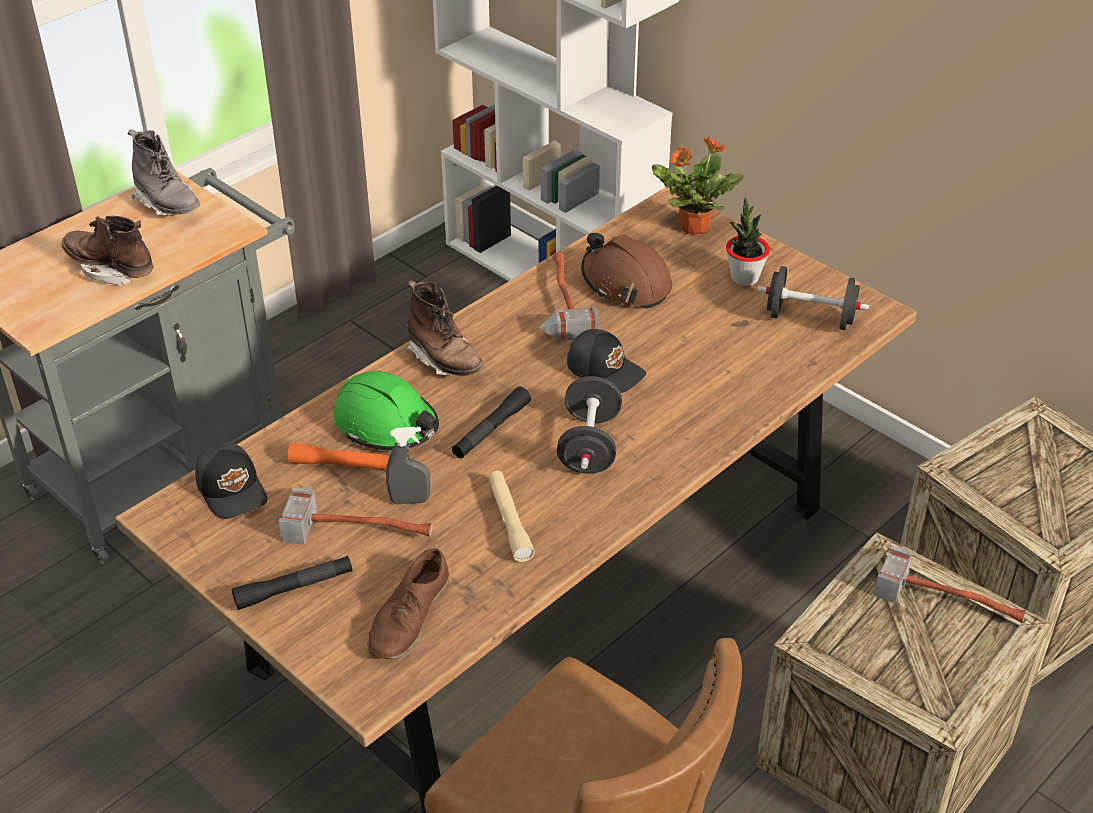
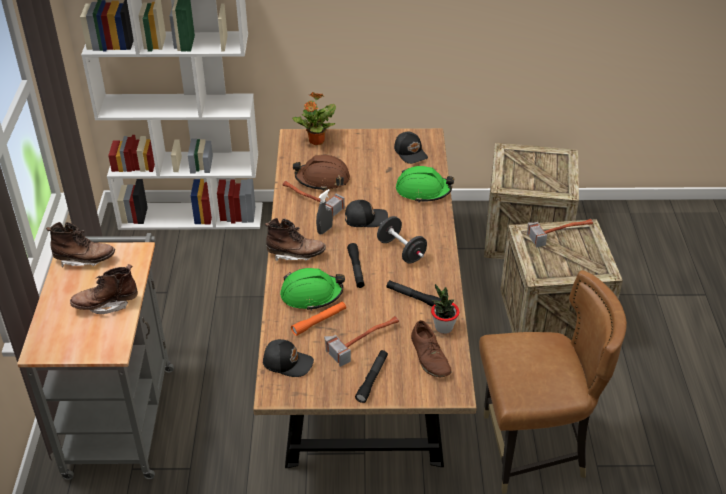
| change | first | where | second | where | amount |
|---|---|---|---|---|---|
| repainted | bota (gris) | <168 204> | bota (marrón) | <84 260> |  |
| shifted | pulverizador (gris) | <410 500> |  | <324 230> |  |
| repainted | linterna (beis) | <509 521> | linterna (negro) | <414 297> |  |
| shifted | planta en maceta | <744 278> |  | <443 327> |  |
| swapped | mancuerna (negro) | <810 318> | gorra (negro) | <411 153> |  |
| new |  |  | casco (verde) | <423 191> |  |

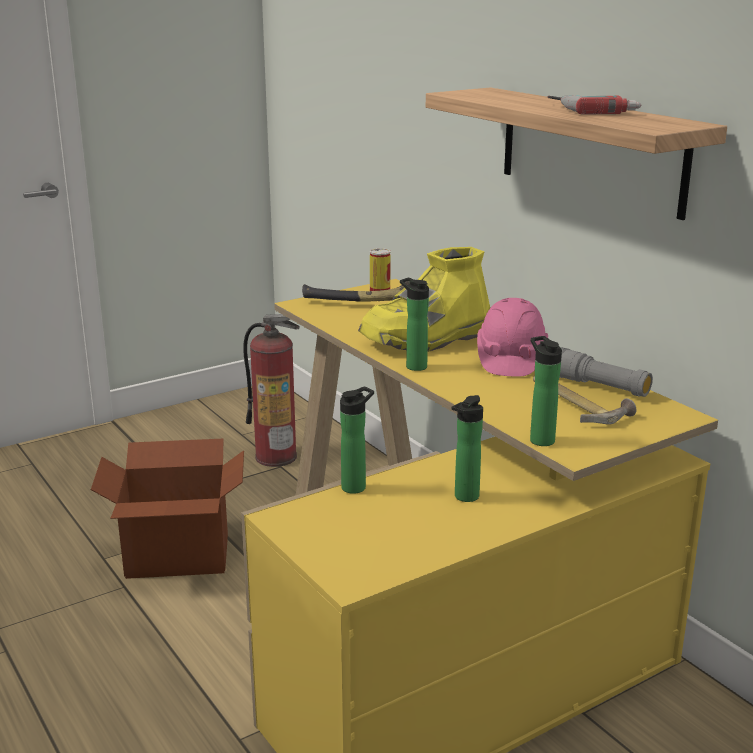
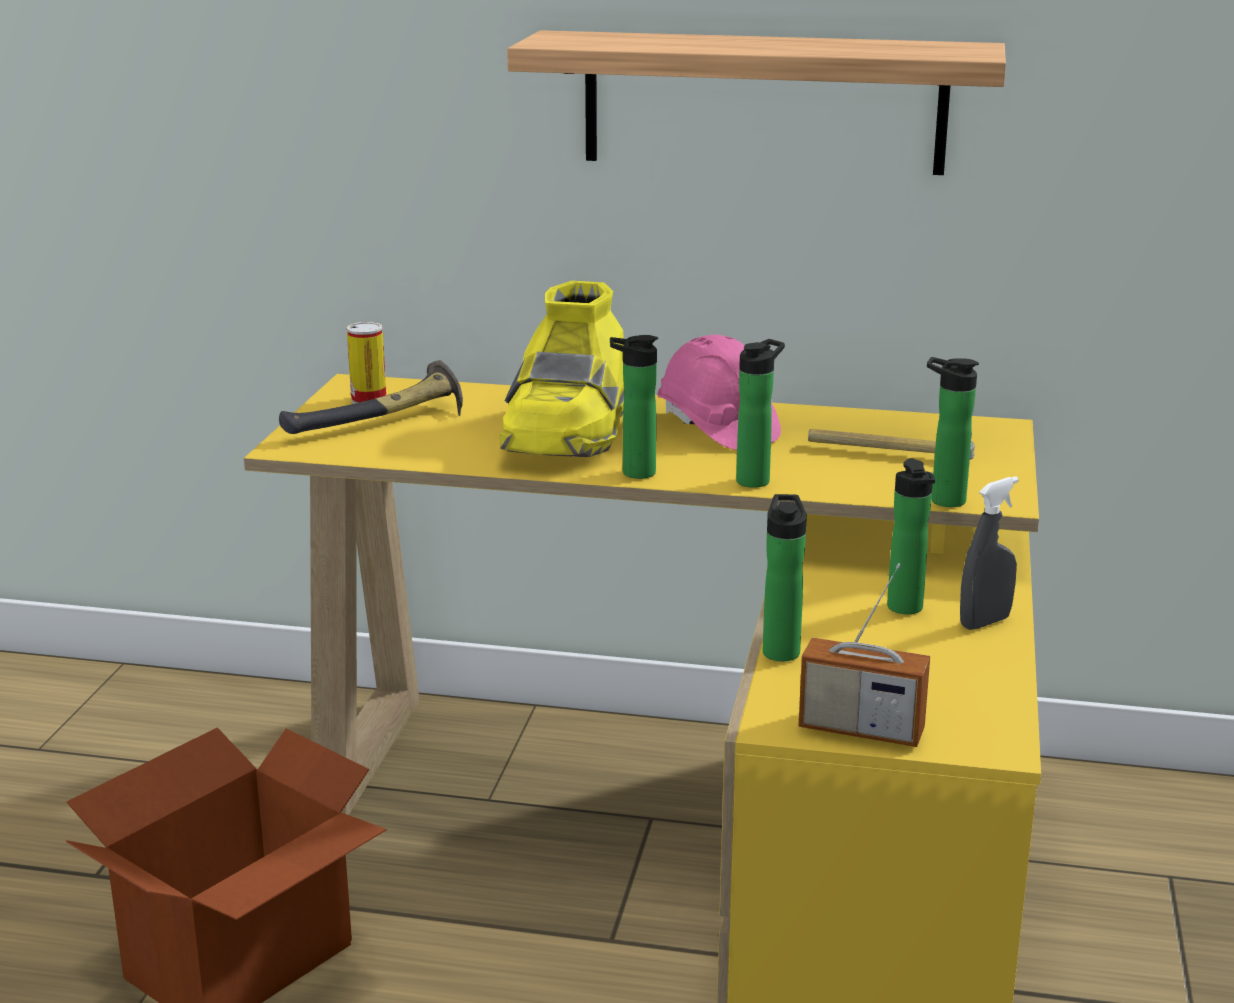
| change | first | where | second | where | amount |
|---|---|---|---|---|---|
| gone | extintor | <276 456> |  |  |  |
| gone | taladro | <592 109> |  |  |  |
| gone | linterna (gris) | <596 386> |  |  |  |
| new |  |  | botella | <756 480> |  |
| new |  |  | radio | <861 730> |  |
| new |  |  | pulverizador (gris) | <985 622> |  |

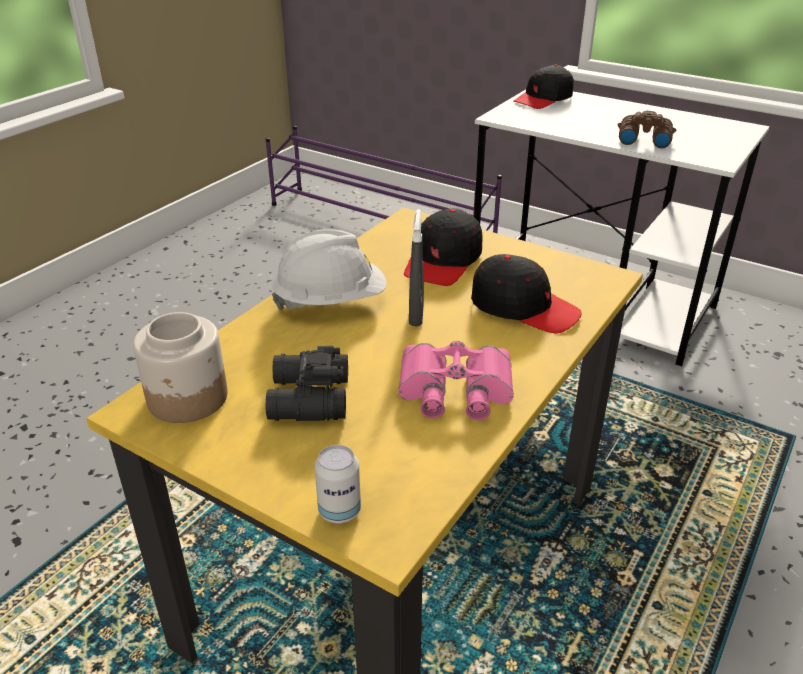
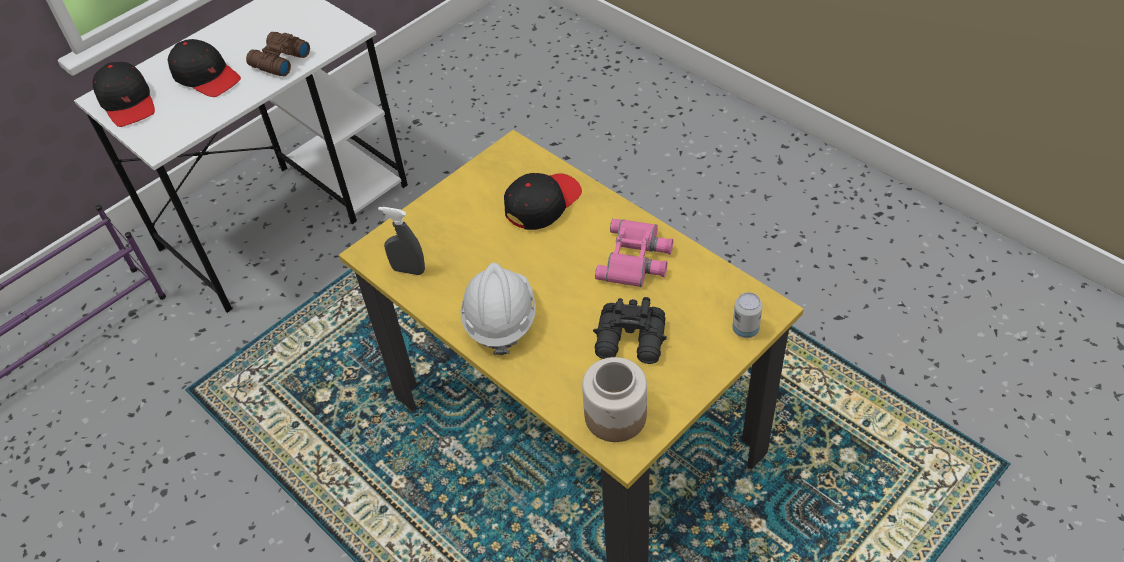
| change | first | where | second | where | amount |
|---|---|---|---|---|---|
| shifted | gorra (negro) | <443 261> |  | <206 76> |  |
| shifted | pulverizador (gris) | <416 316> |  | <408 270> |  |

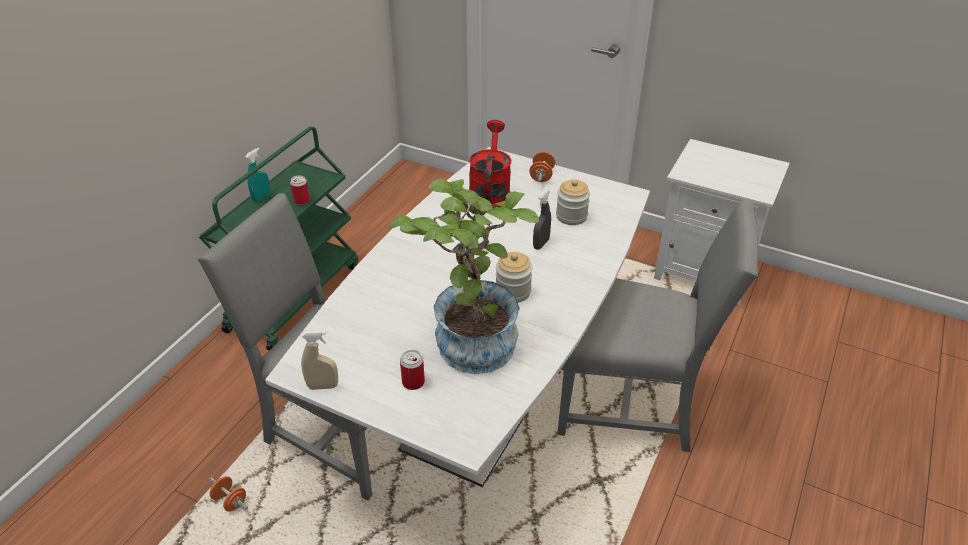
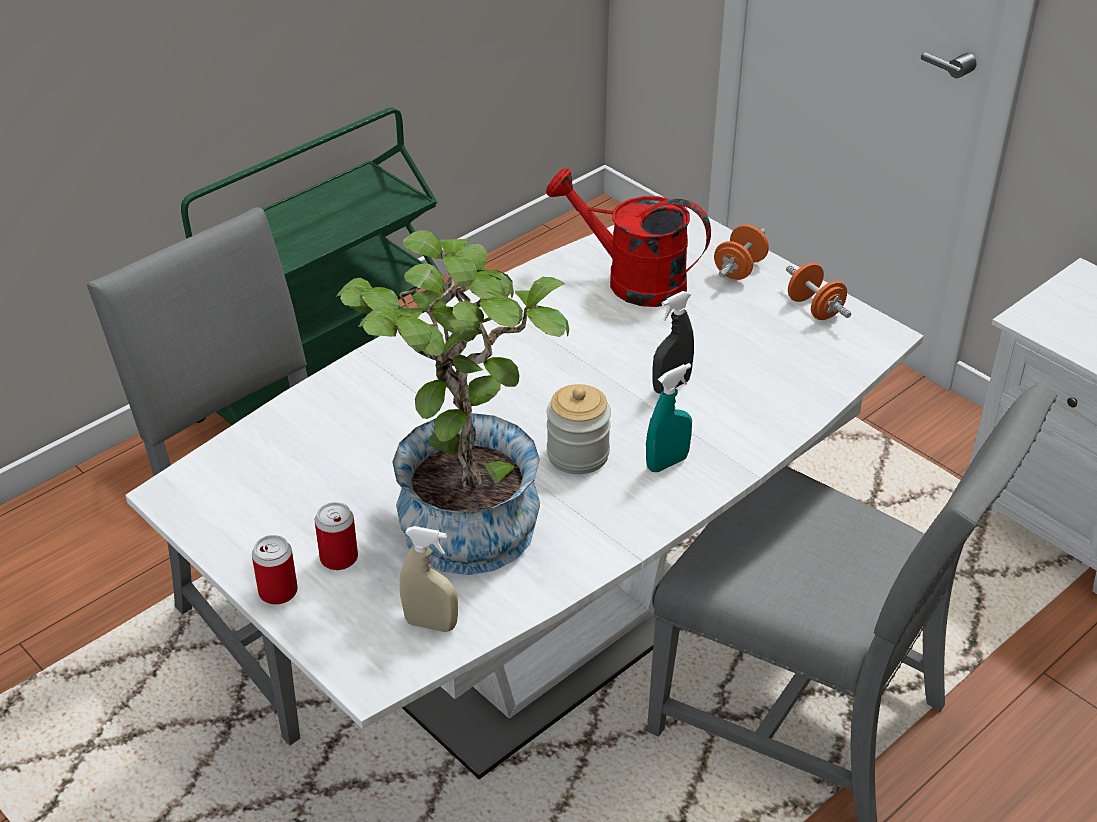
| change | first | where | second | where | amount |
|---|---|---|---|---|---|
| shifted | mancuerna (naranja) | <230 501> |  | <814 309> |  |
| shifted | pulverizador (turquesa) | <261 197> |  | <667 463> |  |
| shifted | lata | <301 201> |  | <278 591> |  |
| shifted | pulverizador (beis) | <323 386> |  | <430 624> |  |
| rotated | regadera (rojo) | <490 193> |  | <632 280> | 90 degrees counterclockwise |
| gone | tarro | <571 216> |  |  |  |

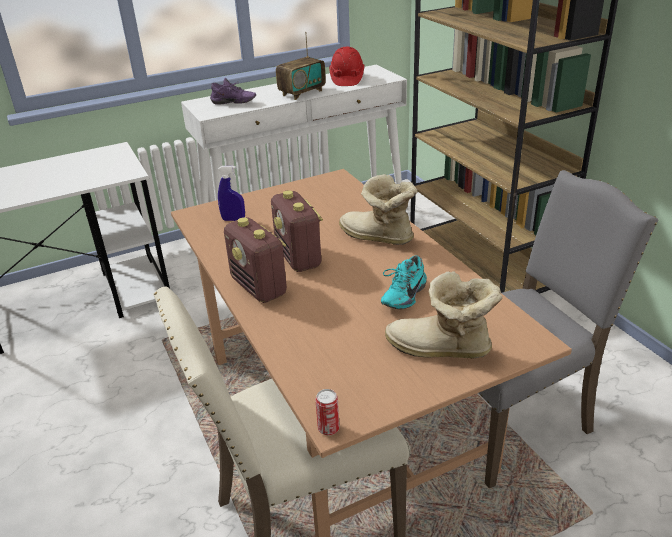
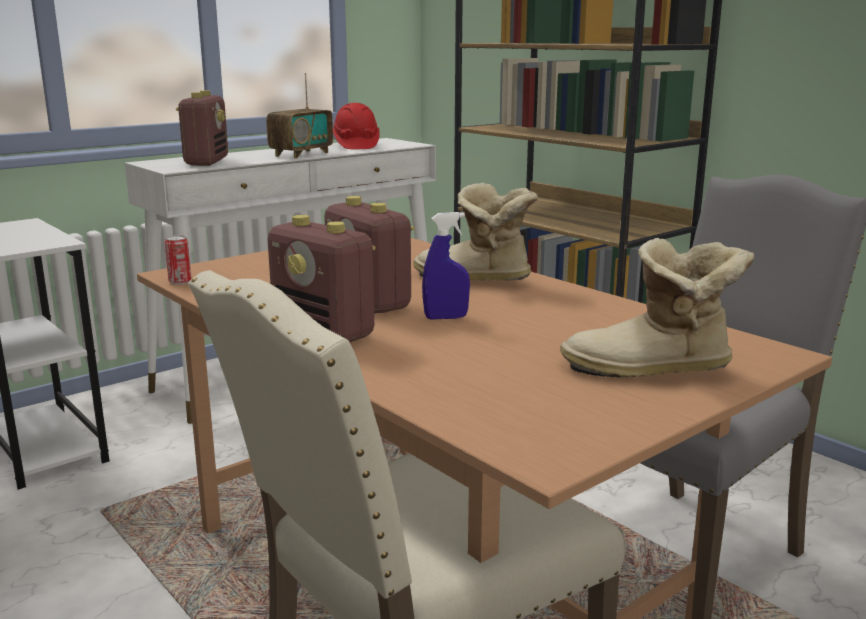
| change | first | where | second | where | amount |
|---|---|---|---|---|---|
| swapped | zapato (morado) | <233 103> | radio | <206 162> |  |
| shifted | pulverizador (azul) | <233 219> |  | <446 317> |  |
| shifted | lata | <328 428> |  | <180 282> |  |
| gone | zapato (turquesa) | <402 296> |  |  |  |

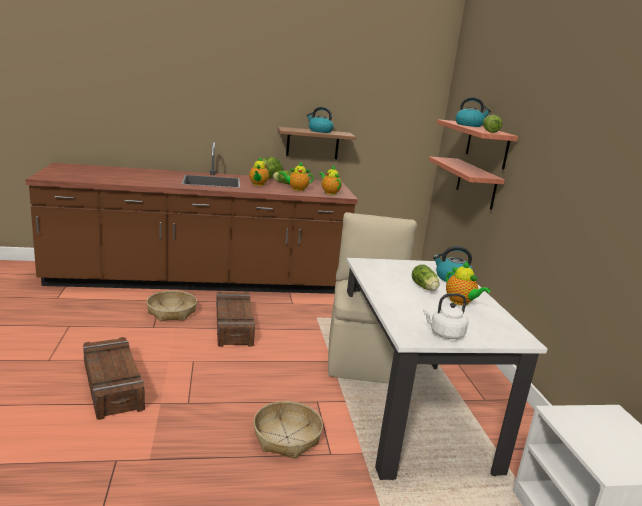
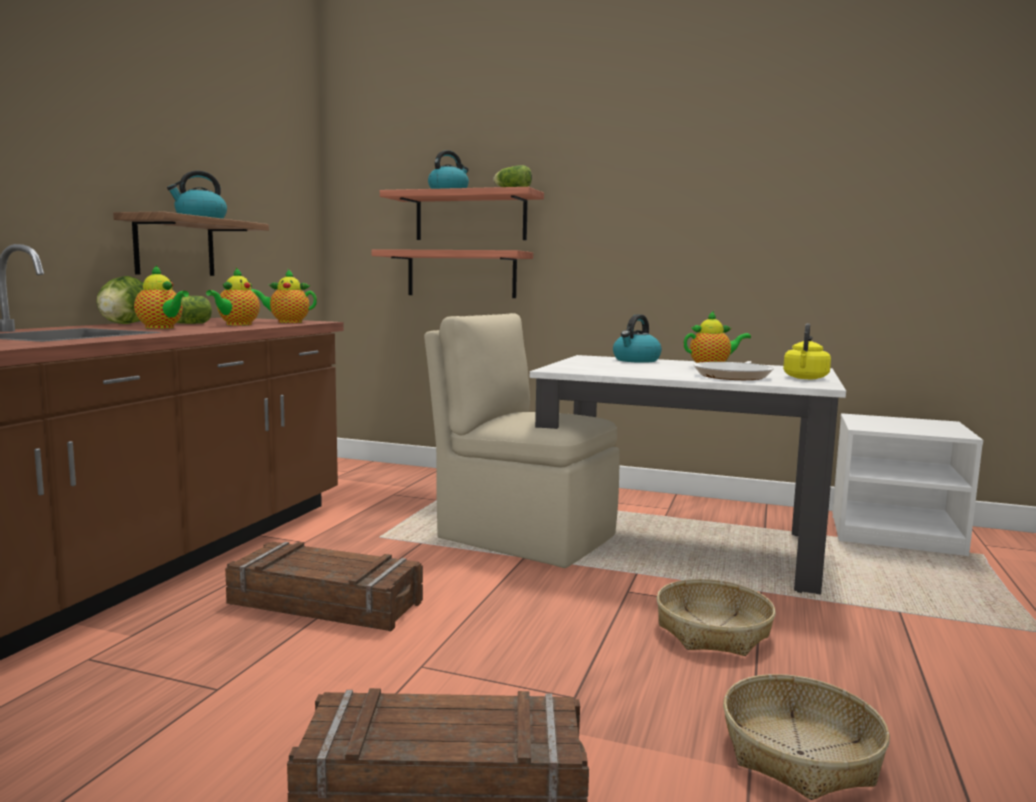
| change | first | where | second | where | amount |
|---|---|---|---|---|---|
| shifted | cesta | <172 312> |  | <800 753> |  |
| gone | lechuga | <425 288> |  |  |  |
| repainted | hervidor (blanco) | <445 334> | hervidor (amarillo) | <805 378> |  |
| new |  |  | sartén | <734 376> |  |

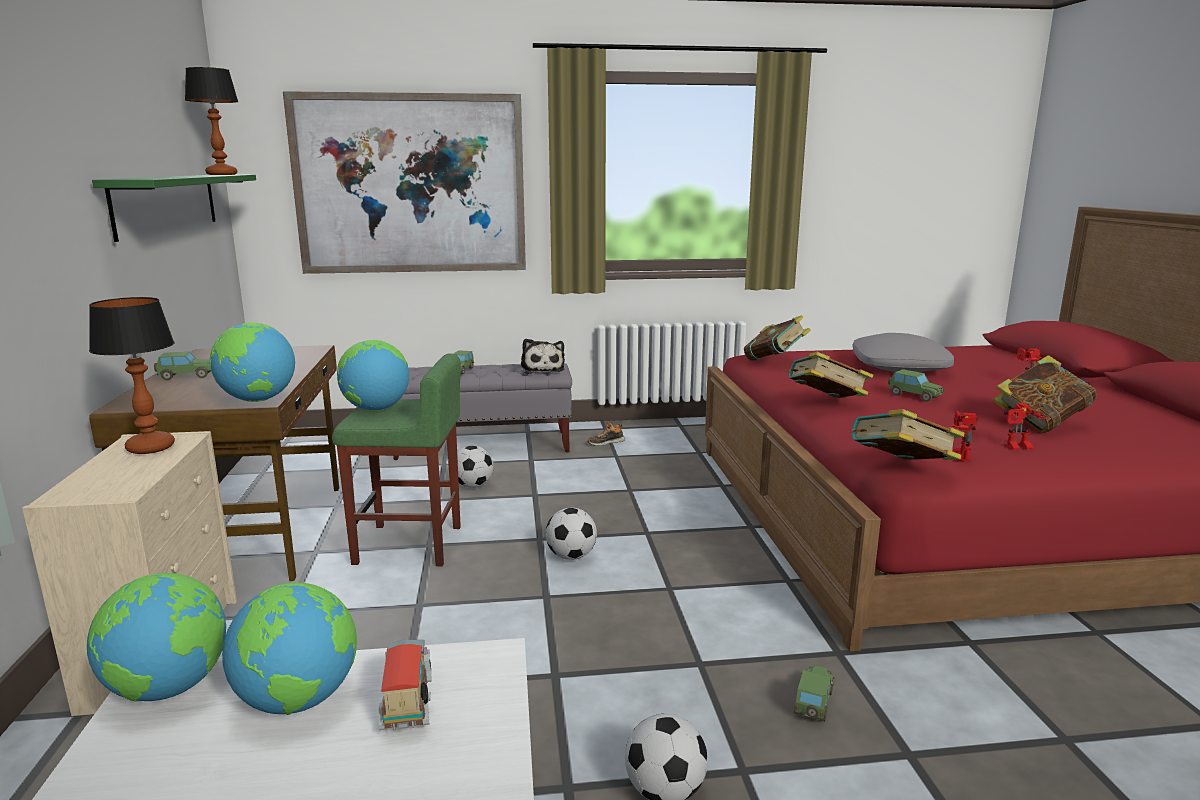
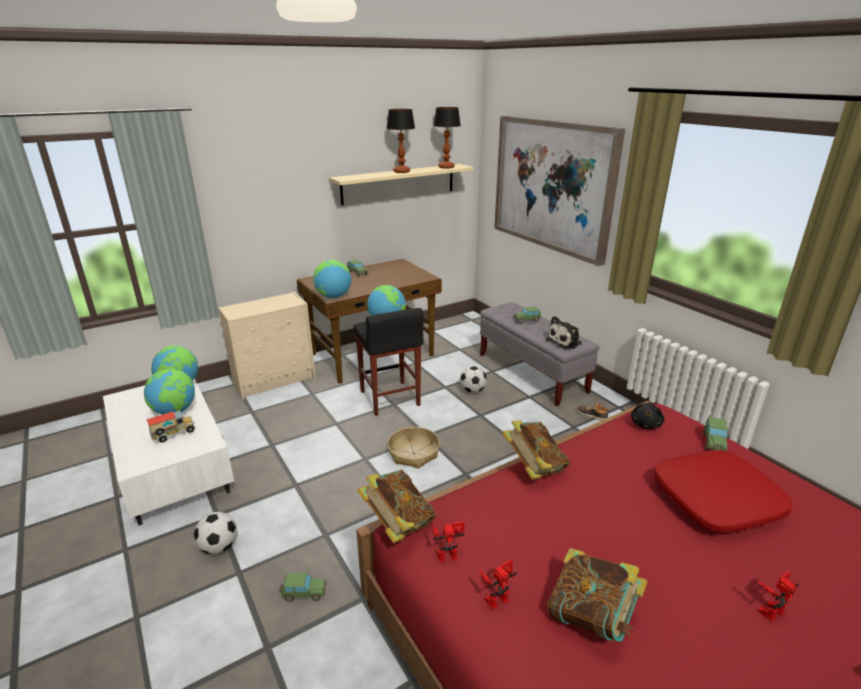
| change | first | where | second | where | amount |
|---|---|---|---|---|---|
| shifted | lámpara de mesa | <151 448> |  | <401 172> |  |
| repainted | estante (verde) | <167 203> | estante (beis) | <399 184> |  |
| repainted | taburete (verde) | <410 545> | taburete (negro) | <390 398> |  |
| swapped | balón de fútbol | <571 556> | cesta | <414 453> |  |
| swapped | libro | <774 361> | peluche (negro) | <645 424> |  |
| repainted | cojín (gris) | <900 366> | cojín (rojo) | <716 501> |  |
| shifted | coche de juguete | <914 396> |  | <714 442> |  |
| rotated | robot de juguete | <1019 448> |  | <496 596> | 90 degrees clockwise |

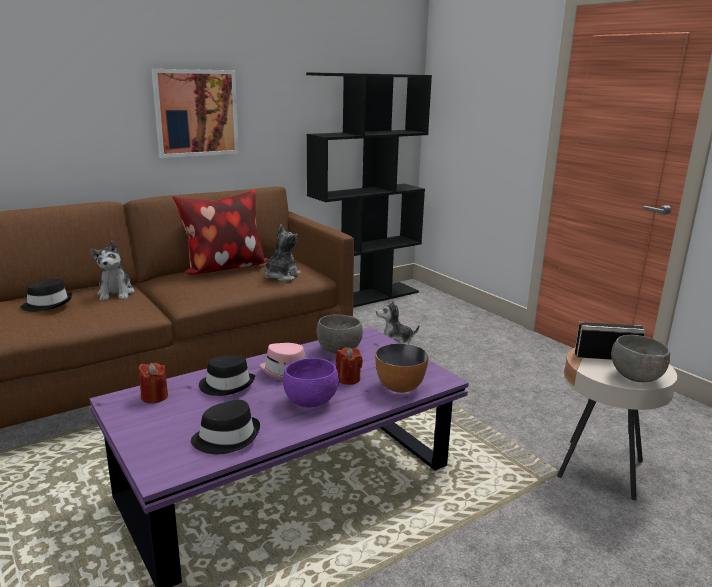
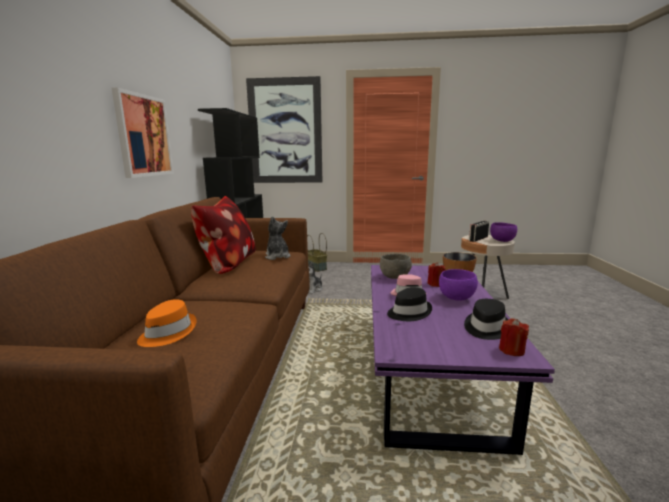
| change | first | where | second | where | amount |
|---|---|---|---|---|---|
| repainted | sombrero (negro) | <48 304> | sombrero (naranja) | <167 333> |  |
| gone | peluche | <116 293> |  |  |  |
| shifted | vela (rojo) | <154 397> |  | <511 350> |  |
| repainted | cuenco (gris) | <635 378> | cuenco (morado) | <502 241> |  |
| new |  |  | cuadro | <285 131> |  |
| new |  |  | cesta | <316 267> |  |

